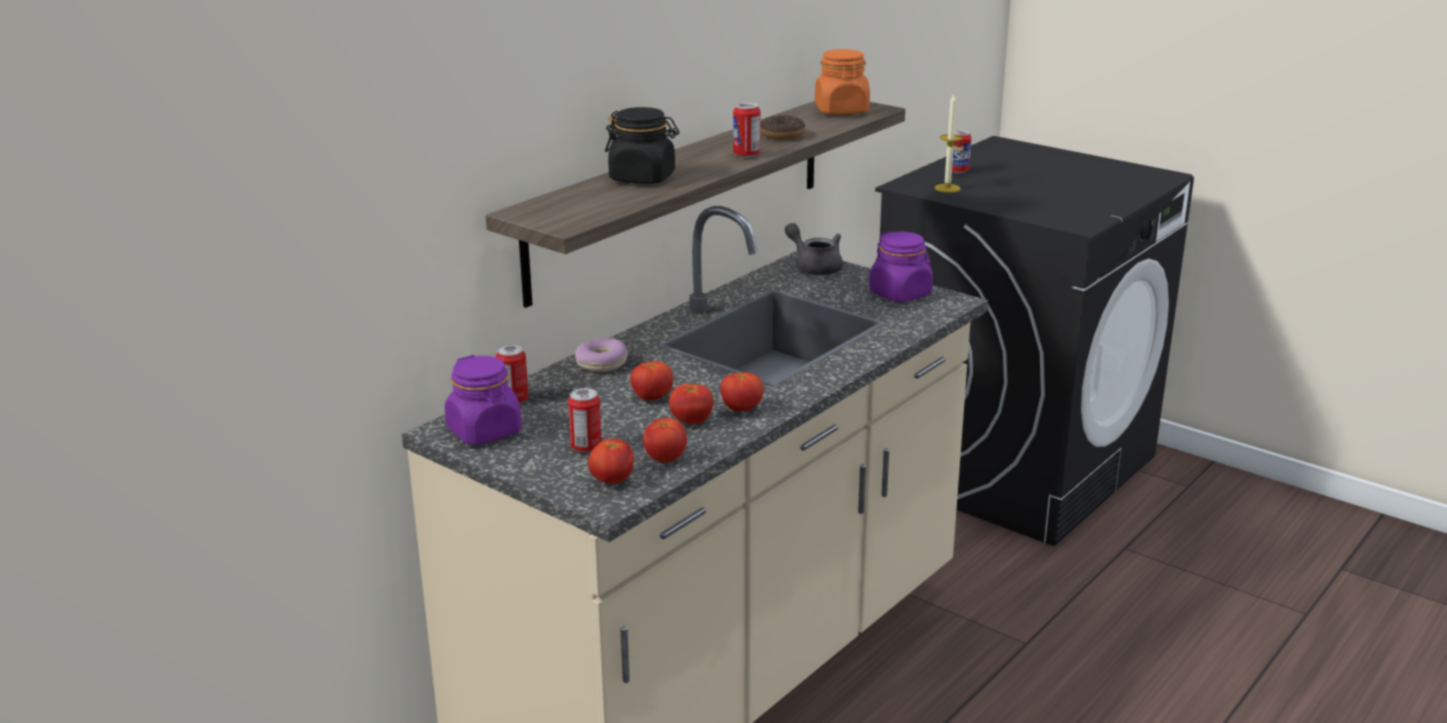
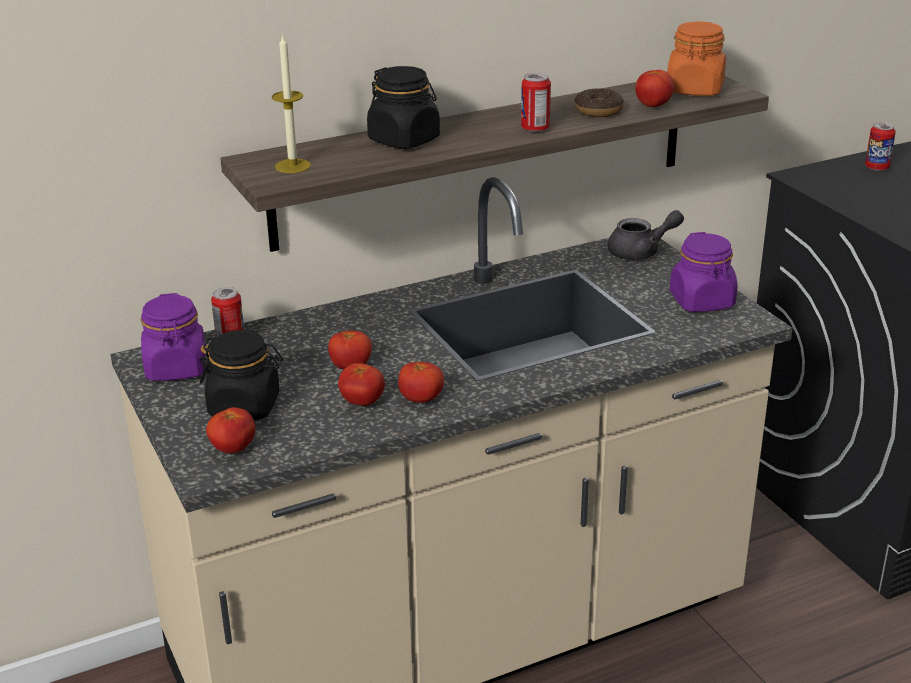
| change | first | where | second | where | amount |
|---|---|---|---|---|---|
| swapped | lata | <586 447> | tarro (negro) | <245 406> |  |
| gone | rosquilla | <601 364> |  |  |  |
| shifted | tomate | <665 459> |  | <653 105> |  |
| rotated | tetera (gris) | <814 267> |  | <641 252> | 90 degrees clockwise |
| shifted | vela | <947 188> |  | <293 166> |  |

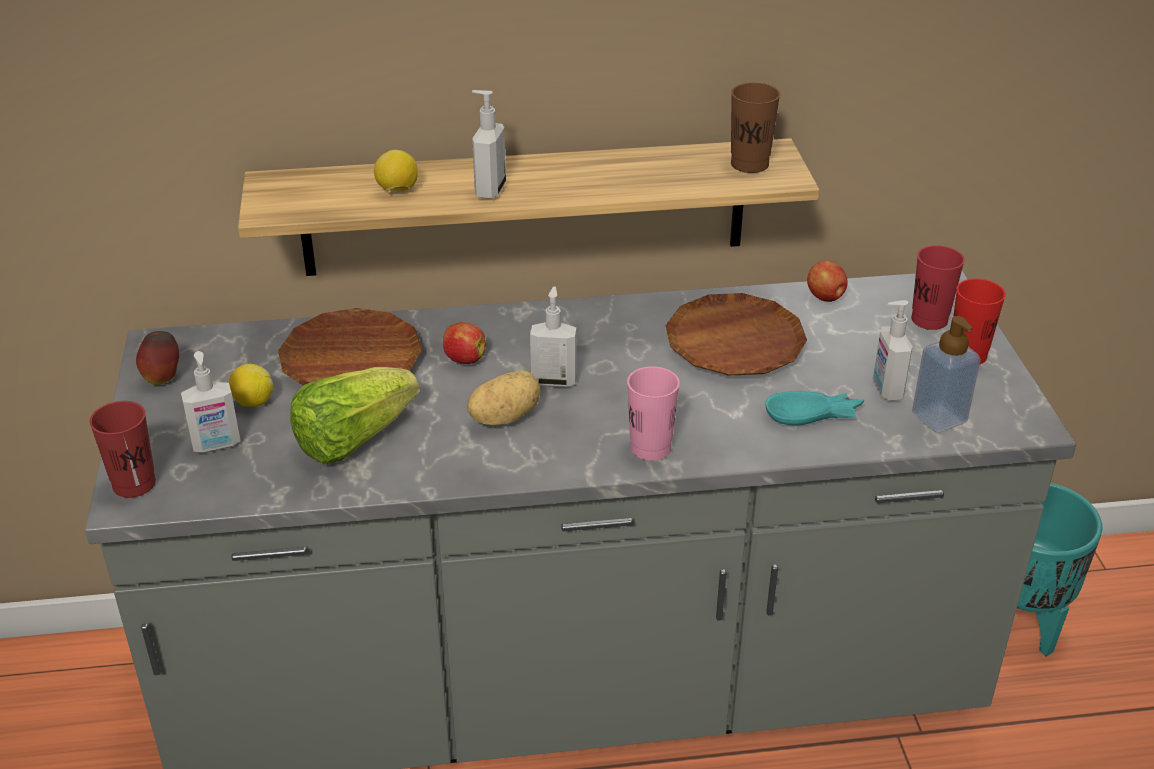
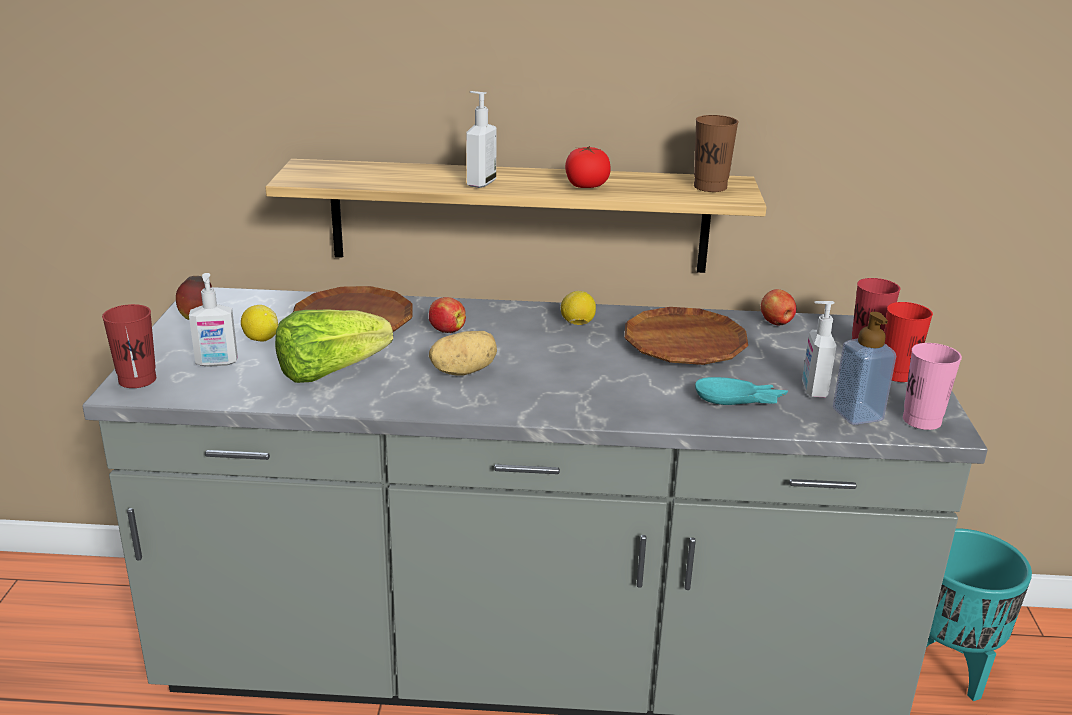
| change | first | where | second | where | amount |
|---|---|---|---|---|---|
| shifted | limón | <397 190> |  | <577 324> |  |
| gone | dispensador de jabón | <554 380> |  |  |  |
| shifted | taza (rosa) | <650 448> |  | <921 420> |  |
| new |  |  | tomate | <586 186> |  |

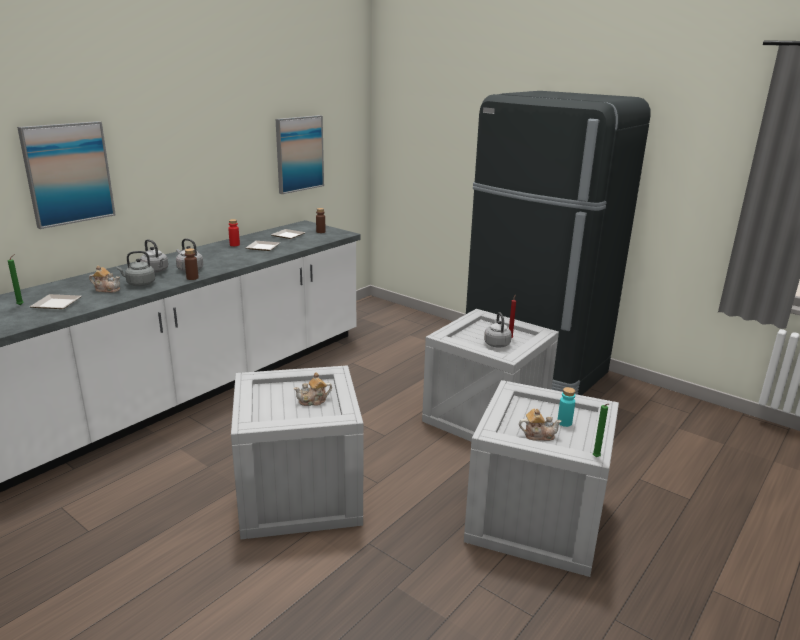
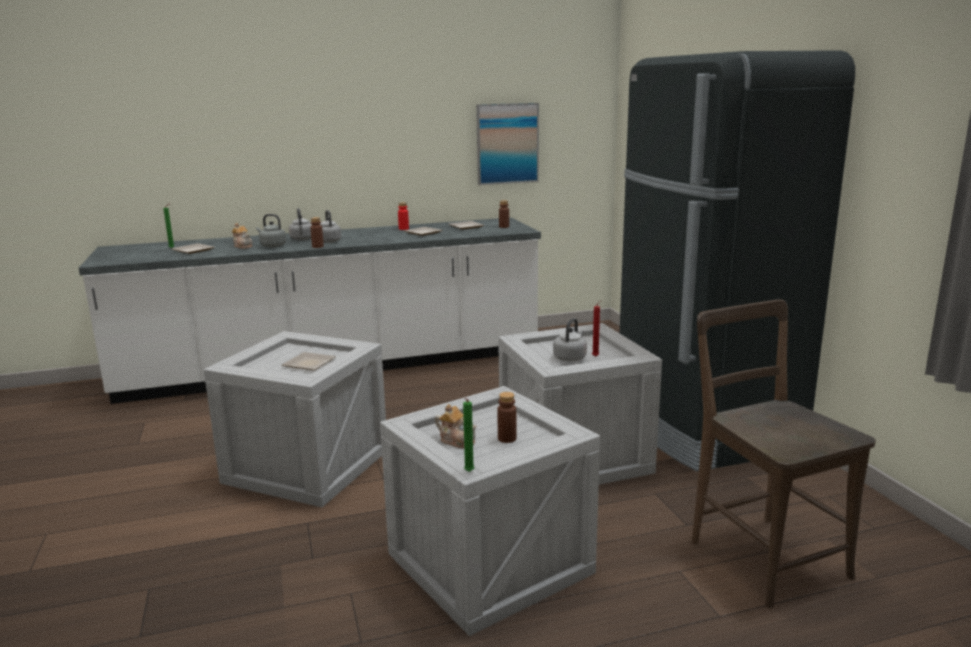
| change | first | where | second | where | amount |
|---|---|---|---|---|---|
| gone | cuadro | <68 173> |  |  |  |
| swapped | tetera | <313 401> | plato | <309 364> |  |
| repainted | botella (turquesa) | <564 422> | botella (marrón) | <507 438> |  |
| new |  |  | silla (marrón) | <762 554> |  |

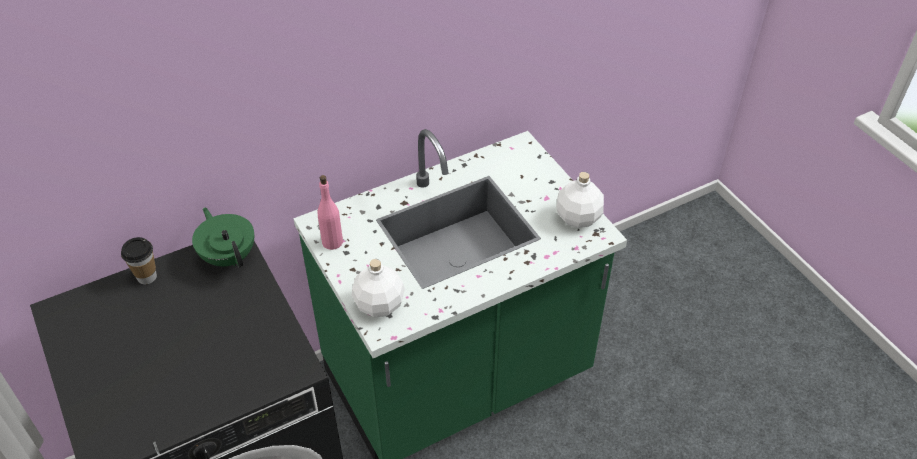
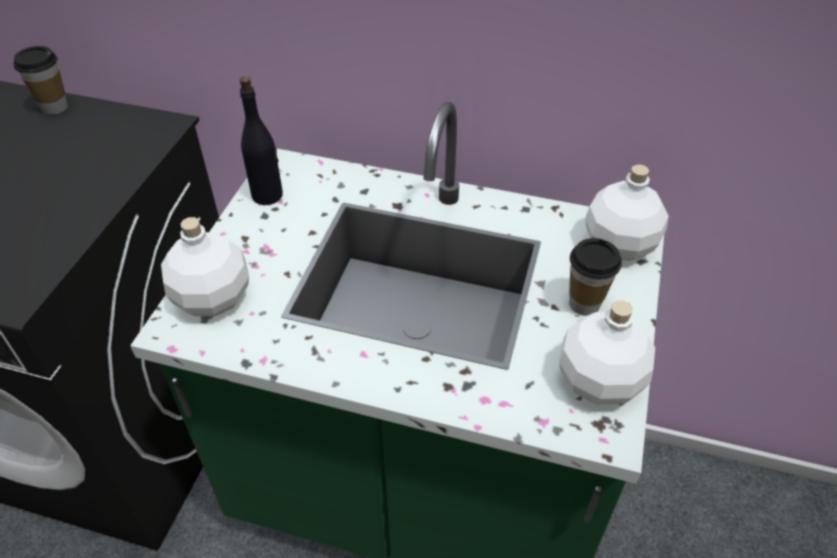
| change | first | where | second | where | amount |
|---|---|---|---|---|---|
| gone | tetera (verde) | <229 256> |  |  |  |
| repainted | botella (rosa) | <332 242> | botella (negro) | <268 195> |  |
| new |  |  | taza | <584 304> |  |
| new |  |  | botella (blanco) | <619 245> |  |

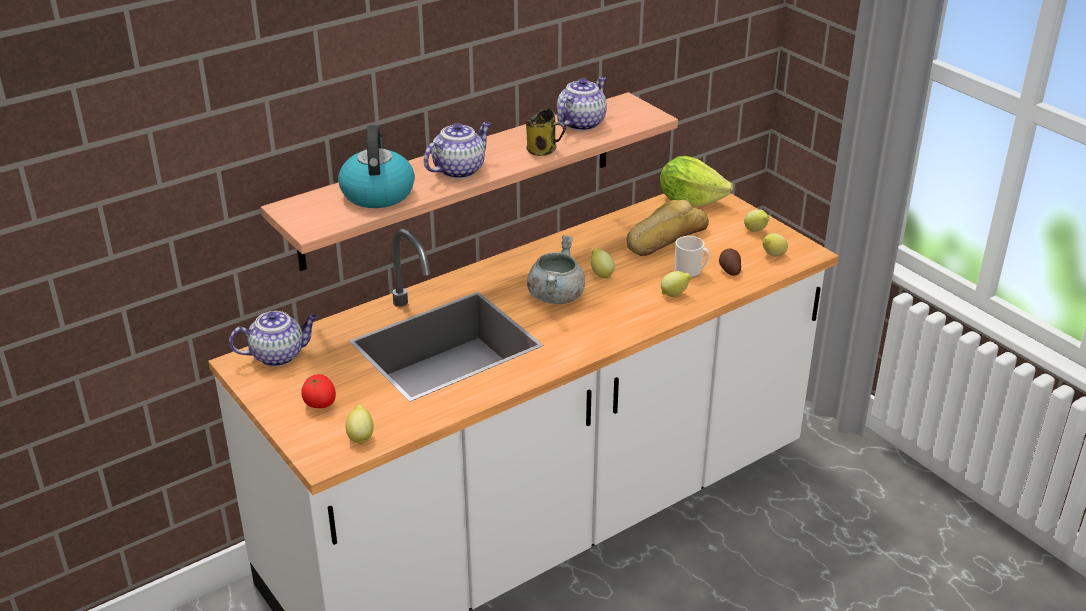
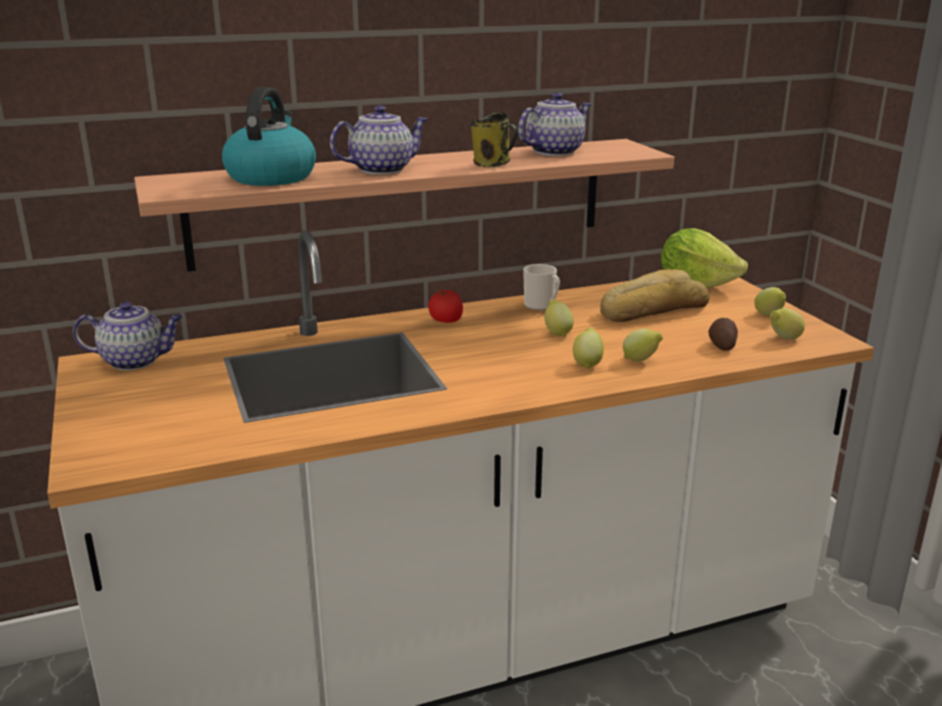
| change | first | where | second | where | amount |
|---|---|---|---|---|---|
| shifted | tomate | <320 403> |  | <446 321> |  |
| shifted | limón | <360 436> |  | <587 363> |  |
| gone | olla (gris) | <556 296> |  |  |  |
| shifted | taza grande | <690 272> |  | <541 306> |  |

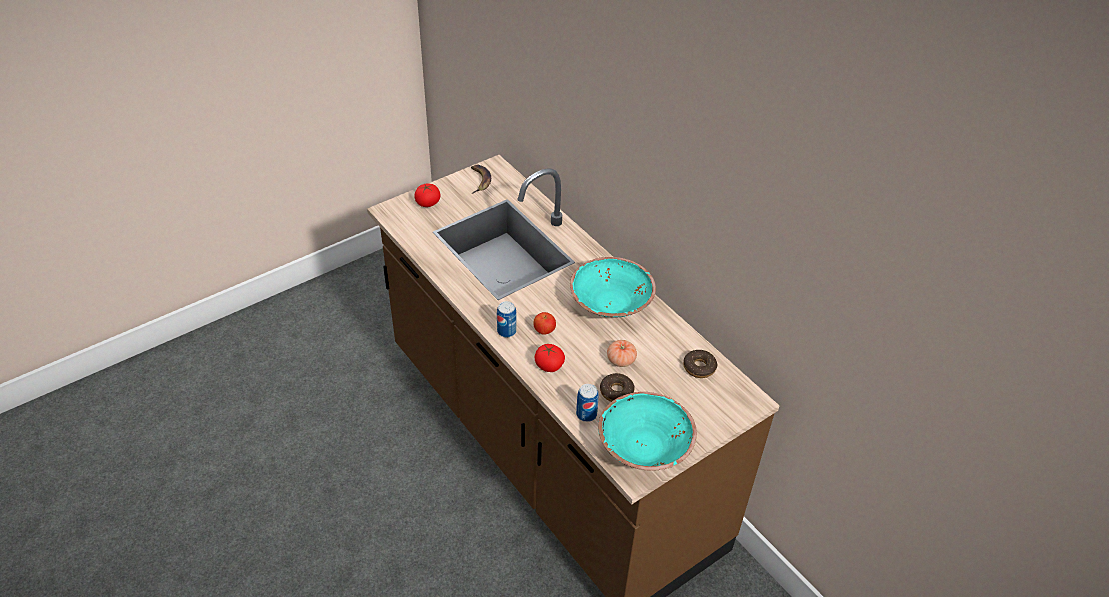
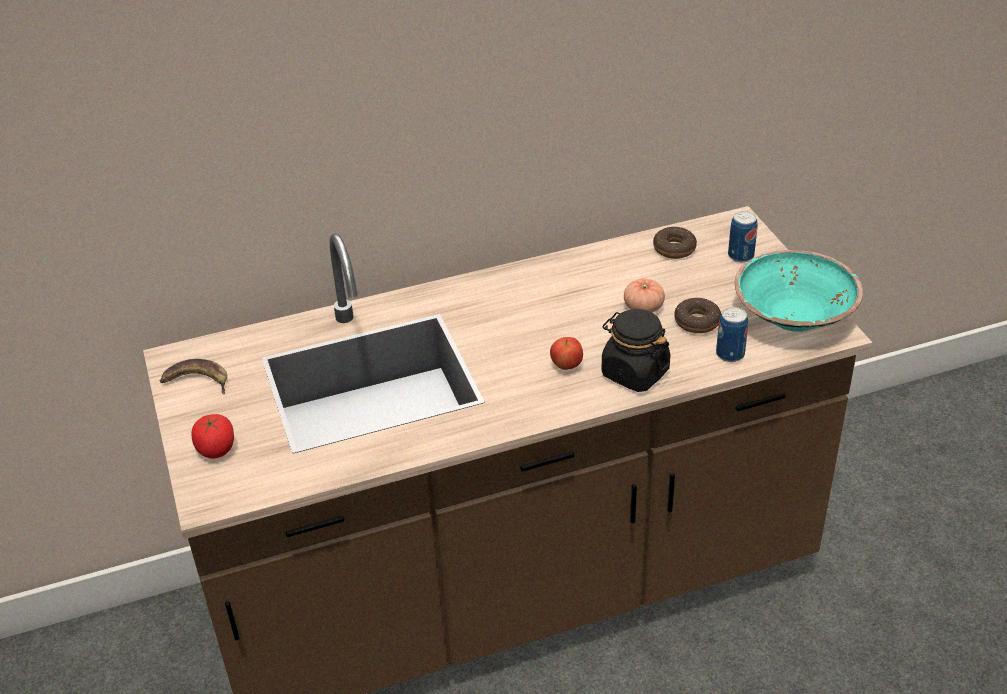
| change | first | where | second | where | amount |
|---|---|---|---|---|---|
| shifted | lata | <506 331> |  | <740 256> |  |
| swapped | tomate | <549 366> | tarro (negro) | <634 373> |  |
| gone | cuenco (turquesa) | <611 304> |  |  |  |

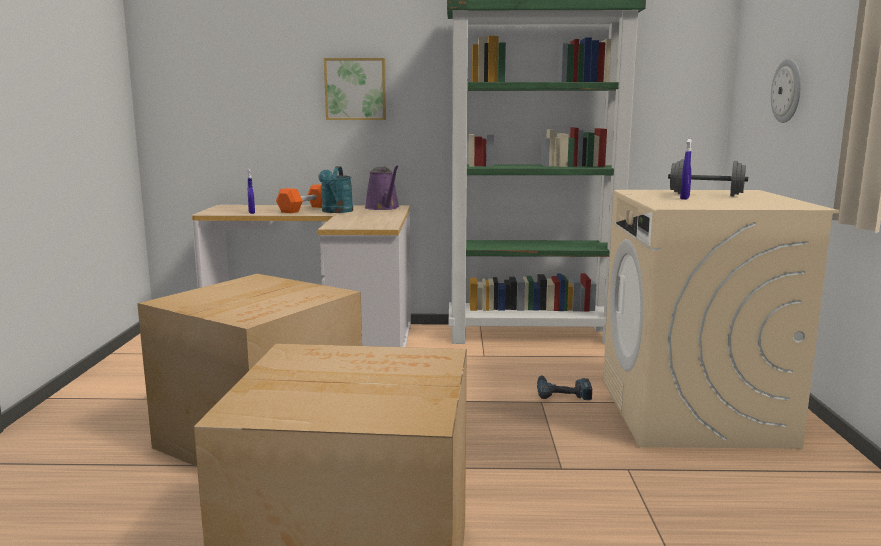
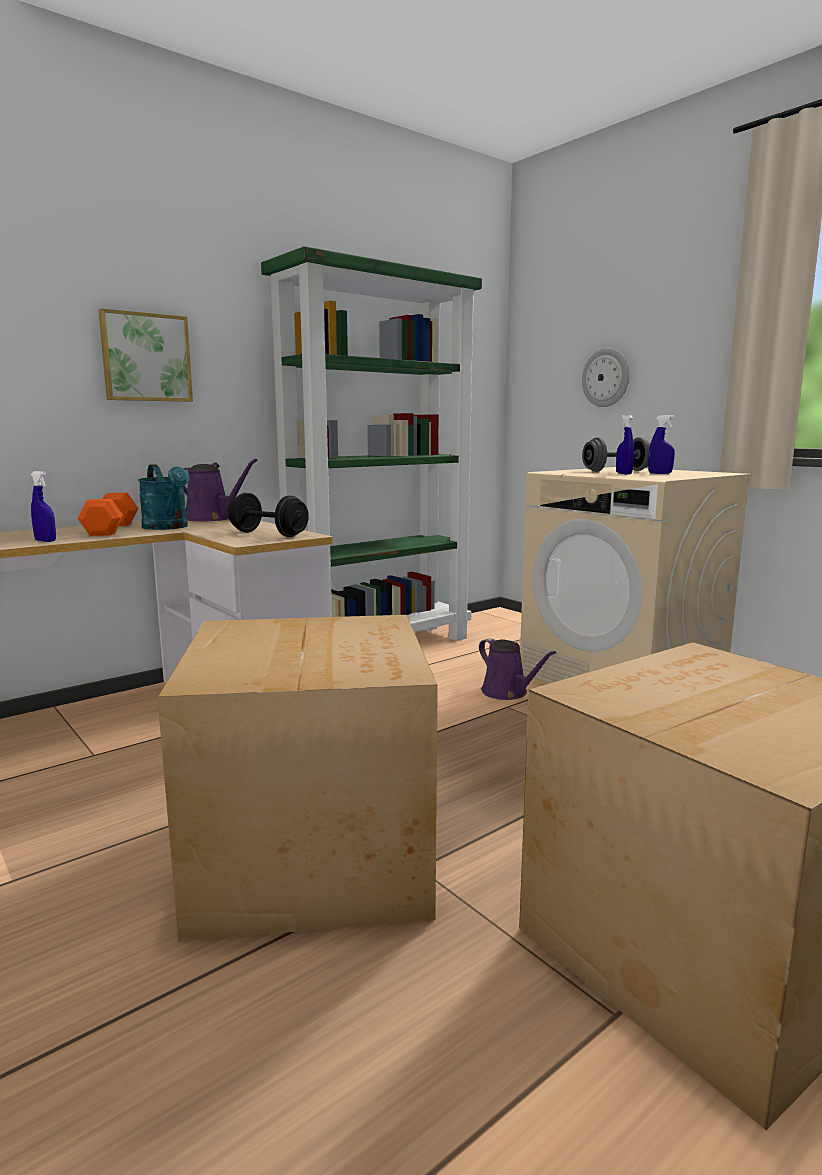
| change | first | where | second | where | amount |
|---|---|---|---|---|---|
| swapped | taladro | <563 392> | regadera (morado) | <507 693> |  |
| new |  |  | mancuerna (negro) | <268 534> |  |
| new |  |  | pulverizador (azul) | <660 473> |  |

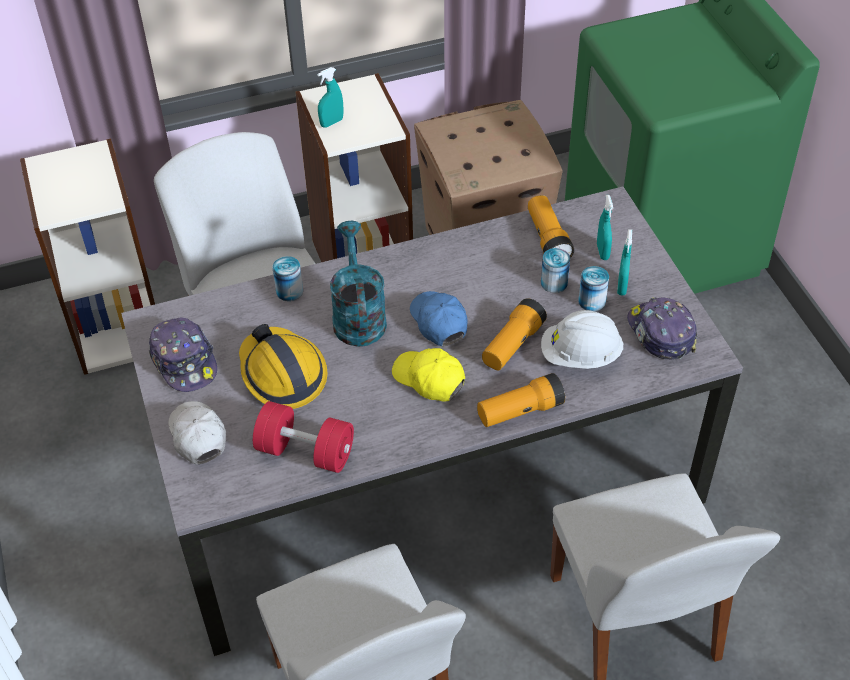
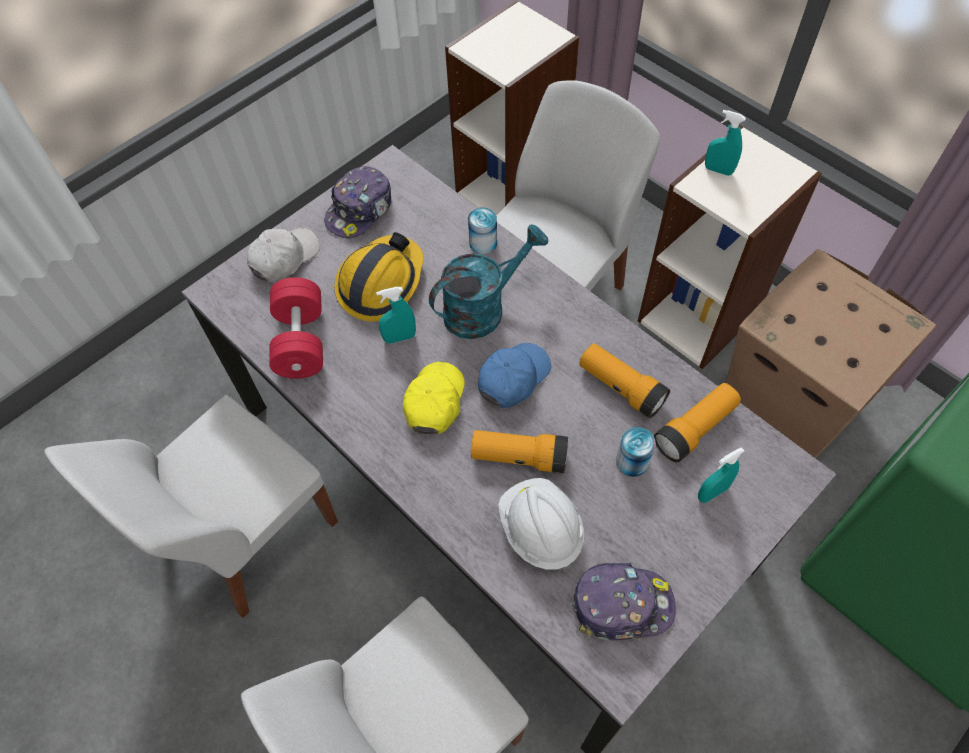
| change | first | where | second | where | amount |
|---|---|---|---|---|---|
| shifted | linterna | <520 411> |  | <621 387> |  |
| gone | lata | <592 301> |  |  |  |
| shifted | pulverizador (turquesa) | <622 286> |  | <399 337> |  |
| rotated | gorra | <660 333> |  | <621 604> | 45 degrees clockwise |

